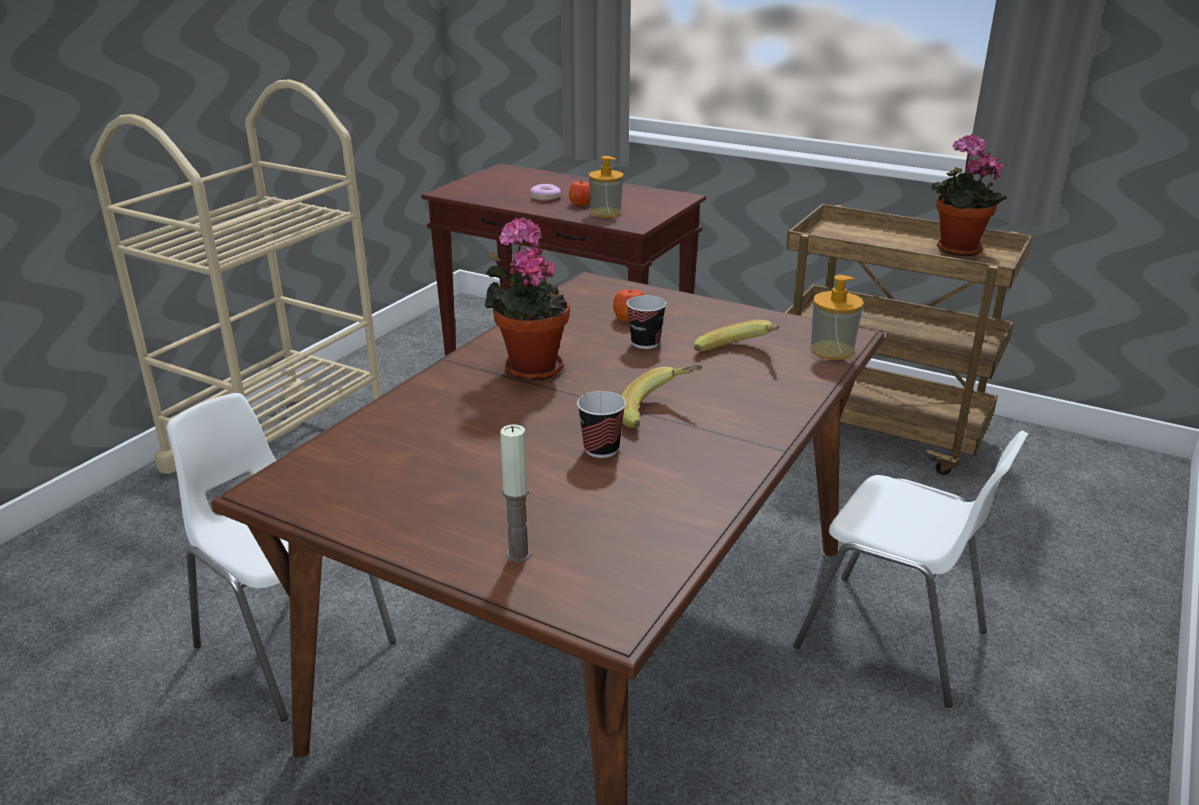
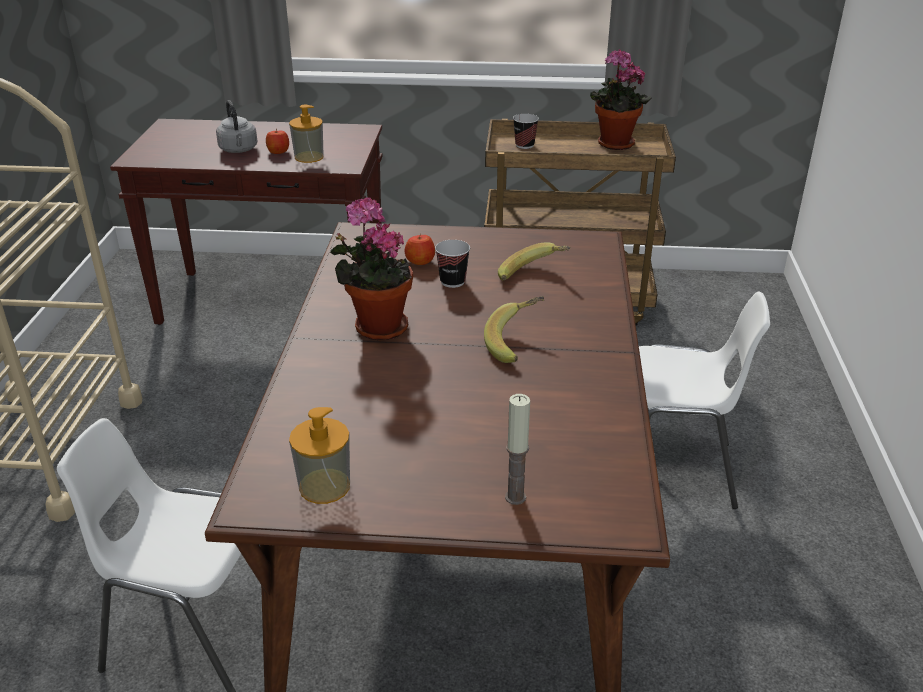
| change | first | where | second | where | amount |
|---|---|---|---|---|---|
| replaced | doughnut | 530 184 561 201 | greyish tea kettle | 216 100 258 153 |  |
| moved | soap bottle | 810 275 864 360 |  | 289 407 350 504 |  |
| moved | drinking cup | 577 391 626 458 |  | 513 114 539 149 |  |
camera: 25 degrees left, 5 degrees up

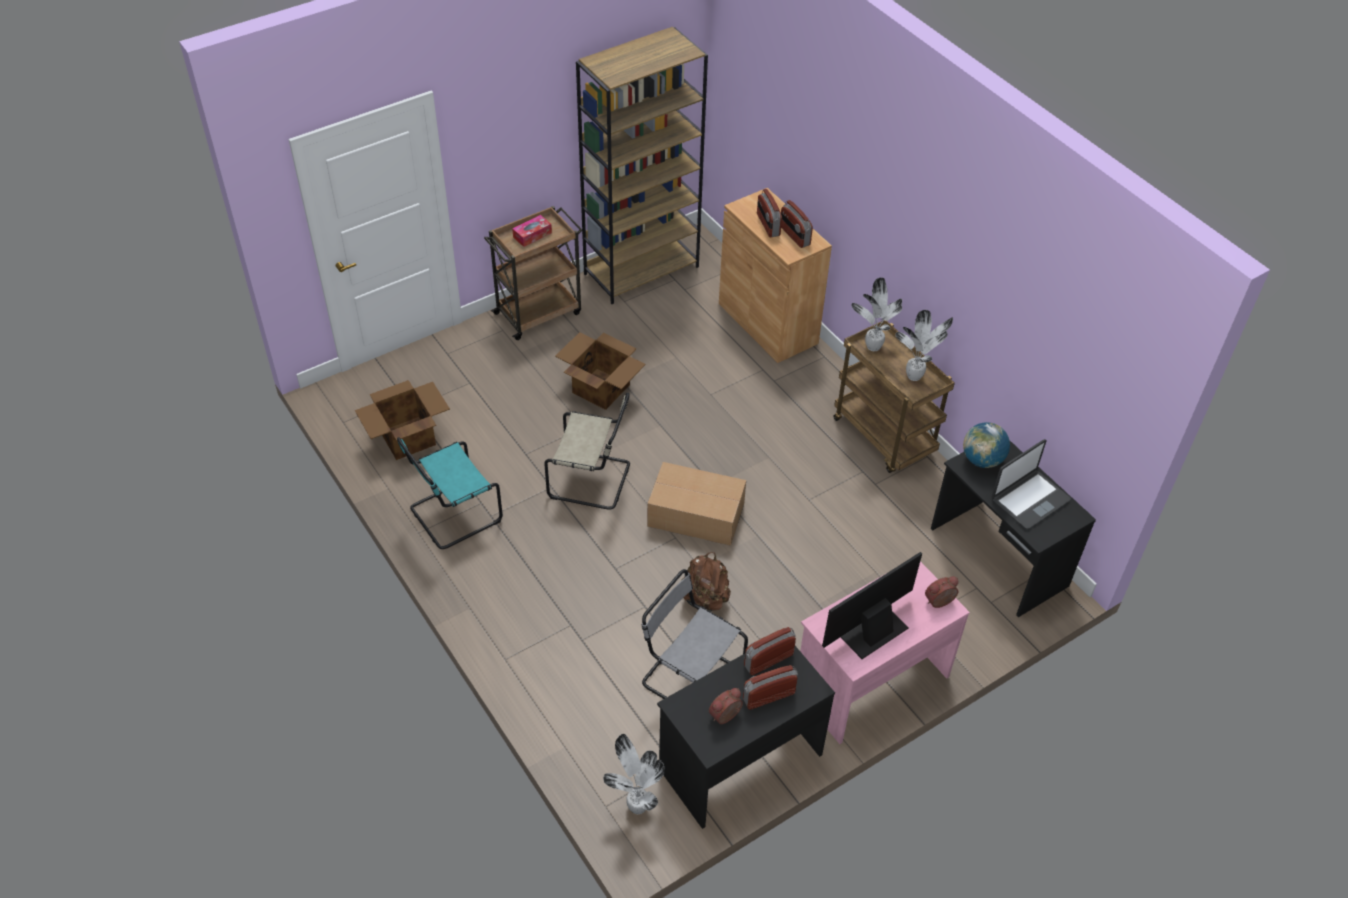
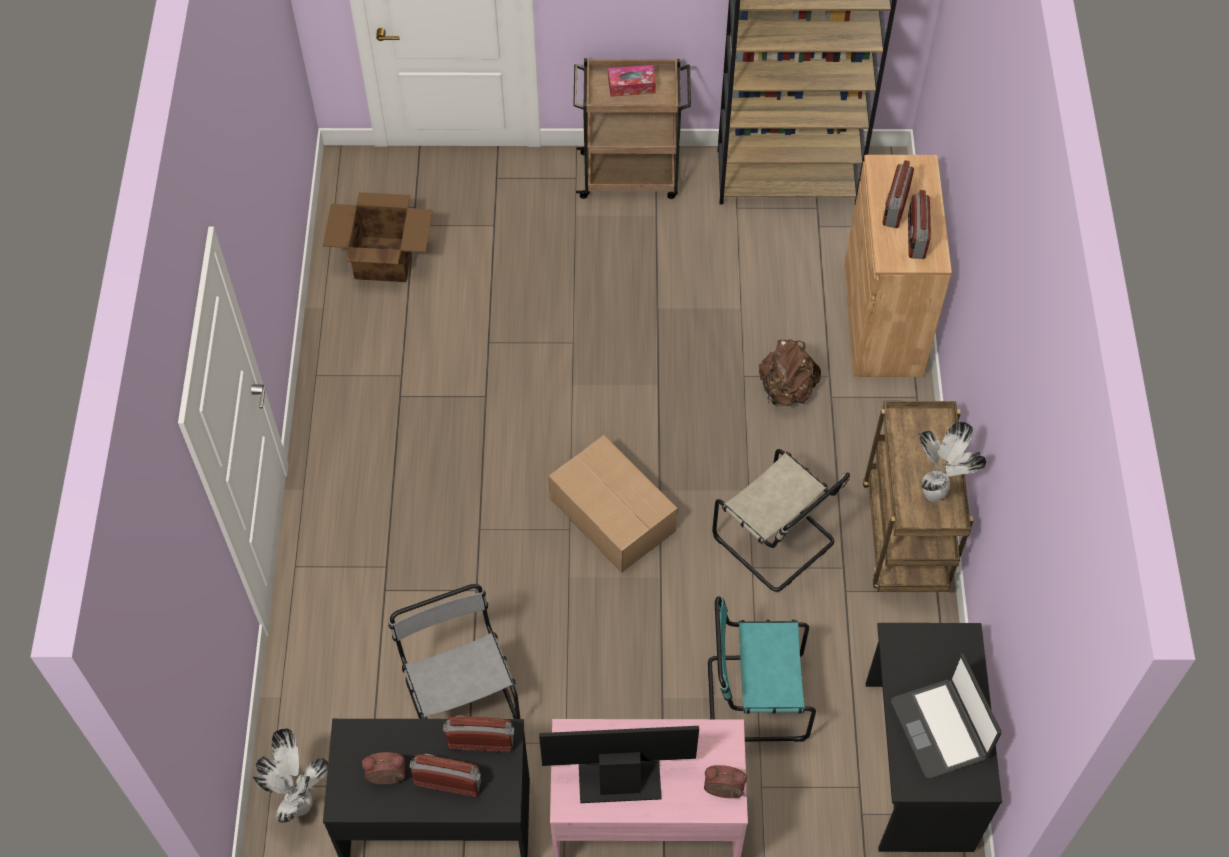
| change | first | where | second | where | amount |
|---|---|---|---|---|---|
| removed | potted plant | 851 277 902 351 |  |  |  |
| removed | carton | 555 332 645 410 |  |  |  |
| moved | sand-coloured chair | 544 393 630 510 |  | 712 449 850 592 |  |
| removed | globe | 963 422 1010 468 |  |  |  |
| moved | turquoise chair | 397 437 503 549 |  | 708 596 816 742 |  |
| turned | laptop | 992 439 1071 529 |  | 891 654 1001 778 | 75 degrees clockwise |
| moved | brownish knapsack | 681 552 731 612 |  | 759 339 821 406 |  |
camera: 35 degrees right, 10 degrees up

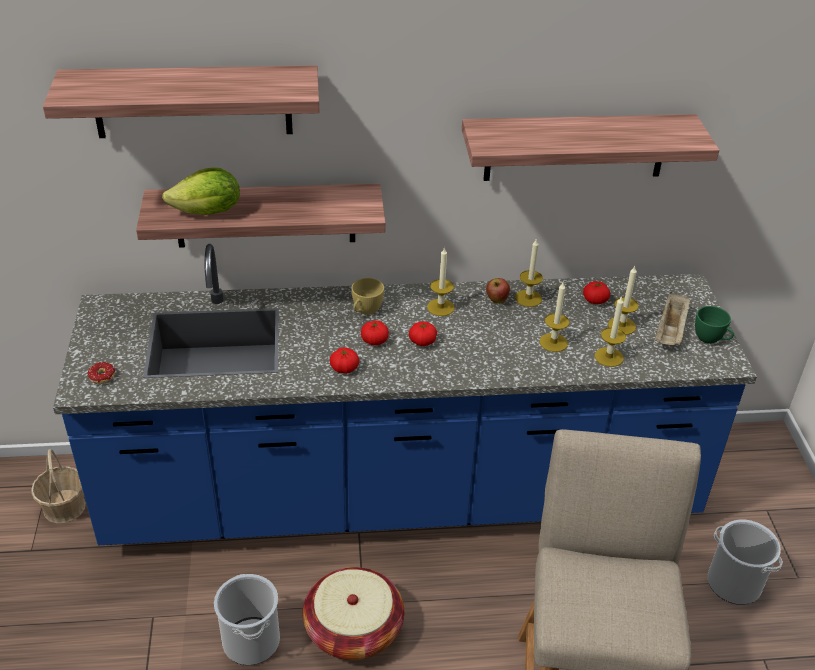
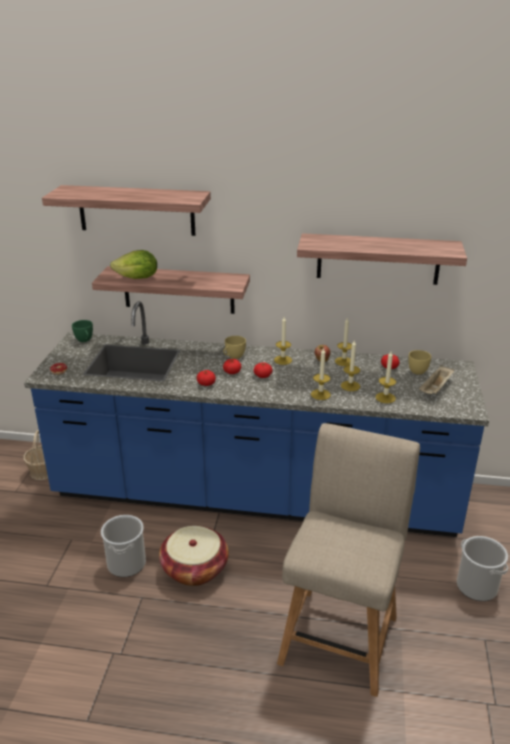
| change | first | where | second | where | amount |
|---|---|---|---|---|---|
| moved | wax candle | 608 265 639 335 |  | 311 347 331 400 |  |
| moved | greenish drinking cup | 695 306 734 344 |  | 72 320 93 342 |  |
| added |  |  | yellowish drinking cup | 408 350 431 375 |  |
camera: 15 degrees right, 10 degrees down

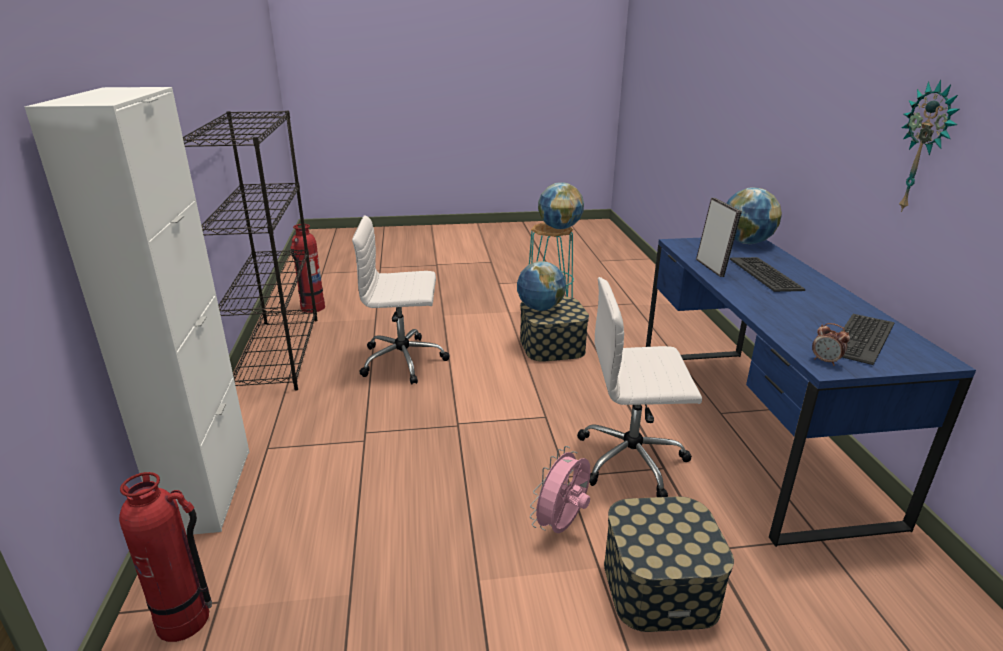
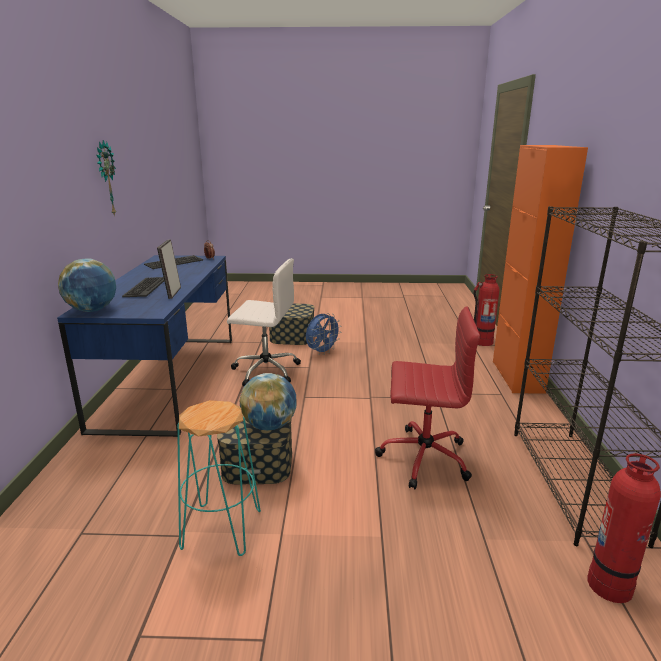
| change | first | where | second | where | amount |
|---|---|---|---|---|---|
| recoloured | white-coloured cabinet | 24 87 249 535 | orange-coloured cabinet | 493 145 588 394 |  |
| removed | globe | 538 182 584 229 |  |  |  |
| recoloured | white-coloured computer chair | 352 215 449 385 | reddish computer chair | 375 306 480 489 |  |
| recoloured | pink-coloured cooling fan | 530 446 591 533 | blue cooling fan | 306 313 341 355 |  |
camera: 170 degrees left, 5 degrees down

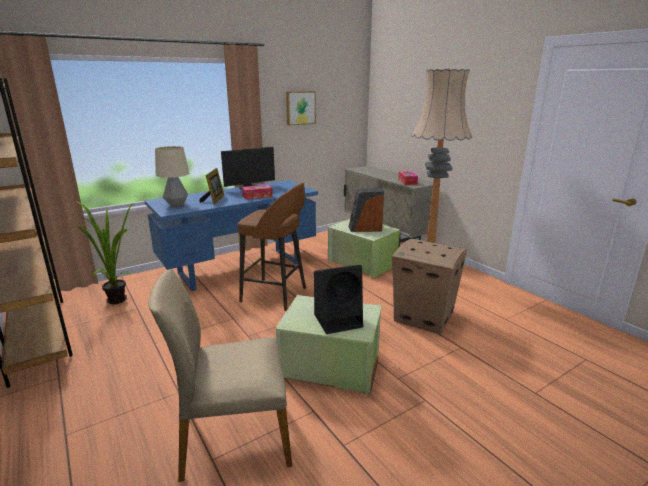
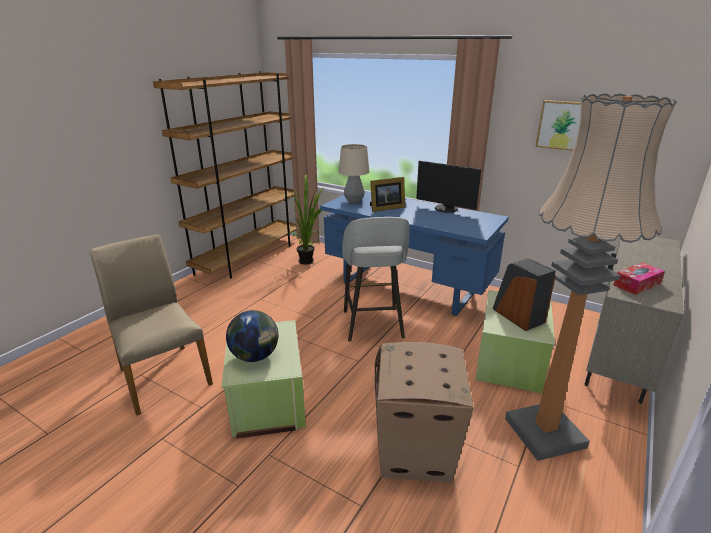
| change | first | where | second | where | amount |
|---|---|---|---|---|---|
| recoloured | brownish stool seat | 238 183 306 311 | greyish stool seat | 342 217 409 342 |  |
| removed | box of tissues | 242 185 273 200 |  |  |  |
| replaced | black-coloured loudspeaker | 314 265 363 334 | globe | 226 310 278 362 |  |
camera: 65 degrees right, 5 degrees up

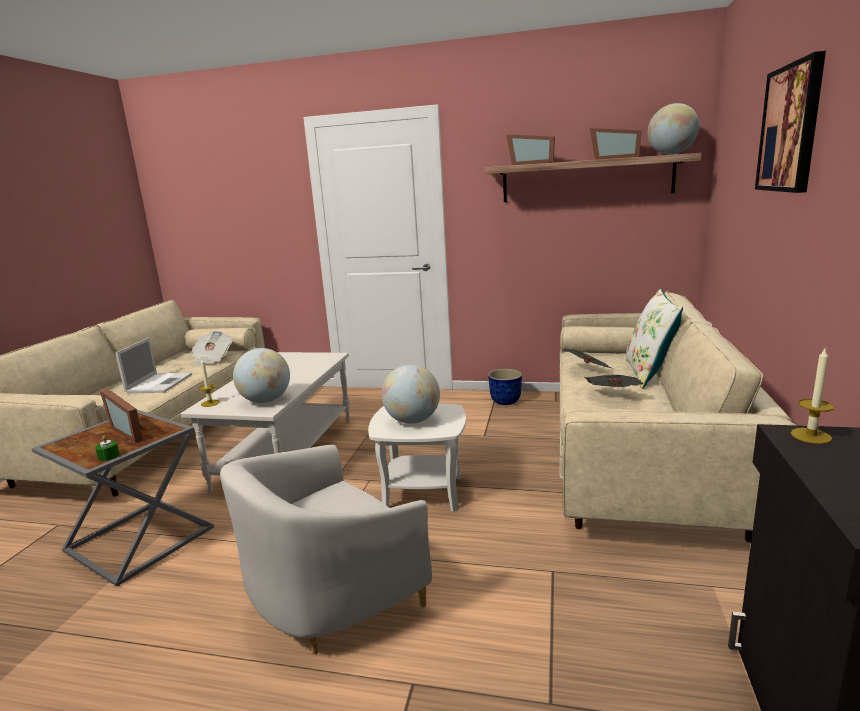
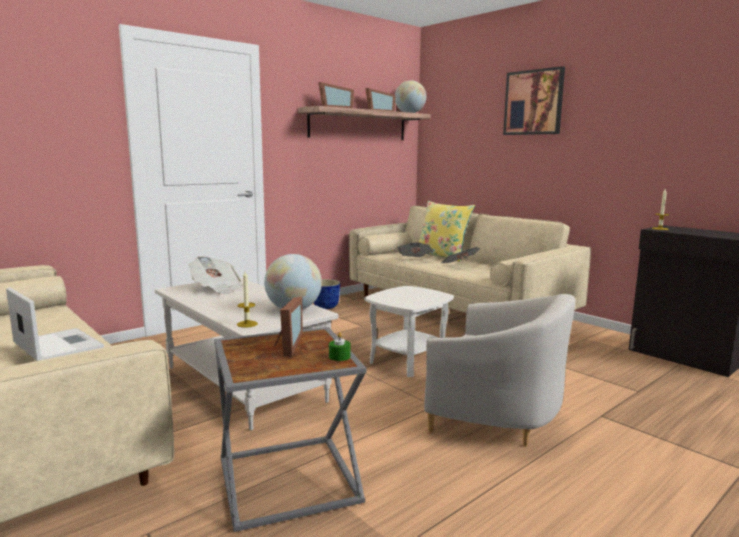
| change | first | where | second | where | amount |
|---|---|---|---|---|---|
| recoloured | white-coloured cushion | 626 289 683 389 | yellowish cushion | 418 201 475 262 |  |
| moved | newspaper | 192 331 232 366 |  | 188 256 243 295 |  |
| removed | globe | 381 365 440 424 |  |  |  |
| turned | picture frame | 99 387 145 443 |  | 273 297 303 357 | 75 degrees counterclockwise |
| turned | white-coloured lounge chair | 220 445 432 654 |  | 424 294 575 447 | 60 degrees counterclockwise |
camera: 55 degrees left, 5 degrees down

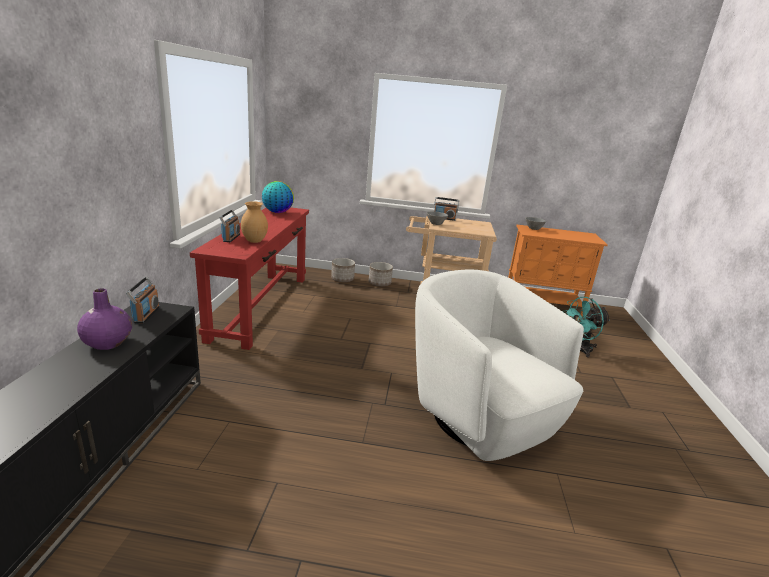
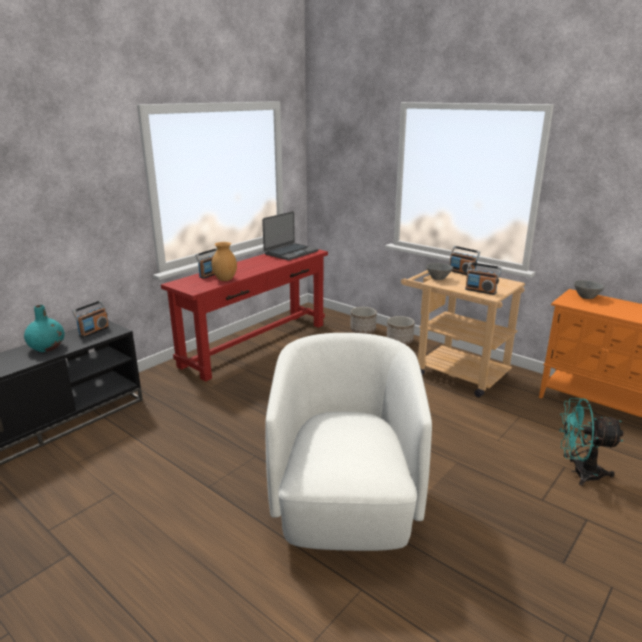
| change | first | where | second | where | amount |
|---|---|---|---|---|---|
| replaced | globe | 262 181 294 213 | laptop | 262 211 318 260 |  |
| recoloured | purple flower vase | 77 288 132 350 | turquoise flower vase | 24 305 65 352 |  |
| added |  |  | radio set | 465 262 501 295 |  |
camera: 35 degrees right, 0 degrees up

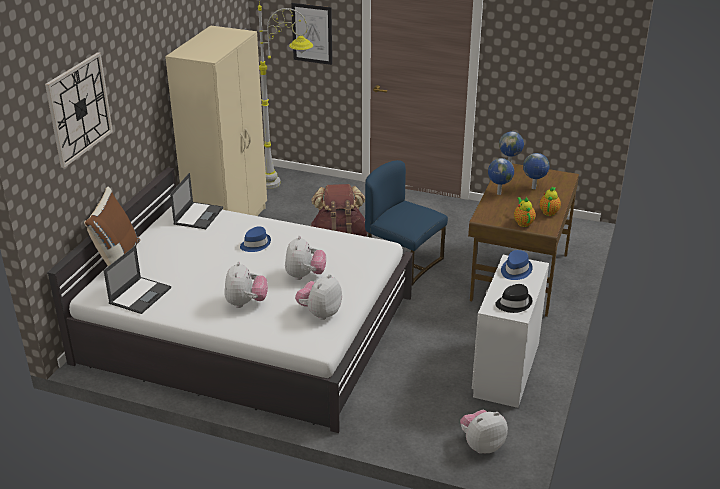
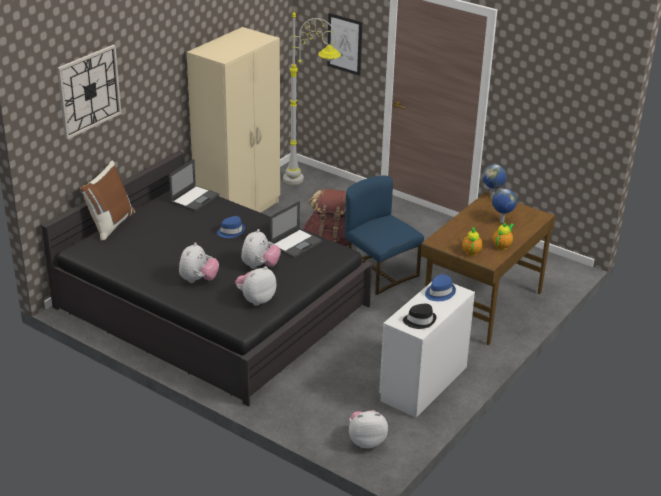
| change | first | where | second | where | amount |
|---|---|---|---|---|---|
| removed | globe | 488 158 514 195 |  |  |  |
| recoloured | white-coloured sleeping bed | 47 167 413 433 | black-coloured sleeping bed | 41 151 372 407 |  |
| moved | laptop | 104 245 171 314 |  | 270 201 323 258 |  |
camera: 15 degrees right, 0 degrees up

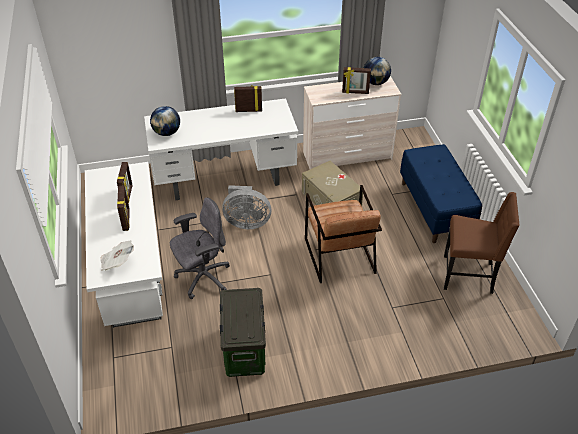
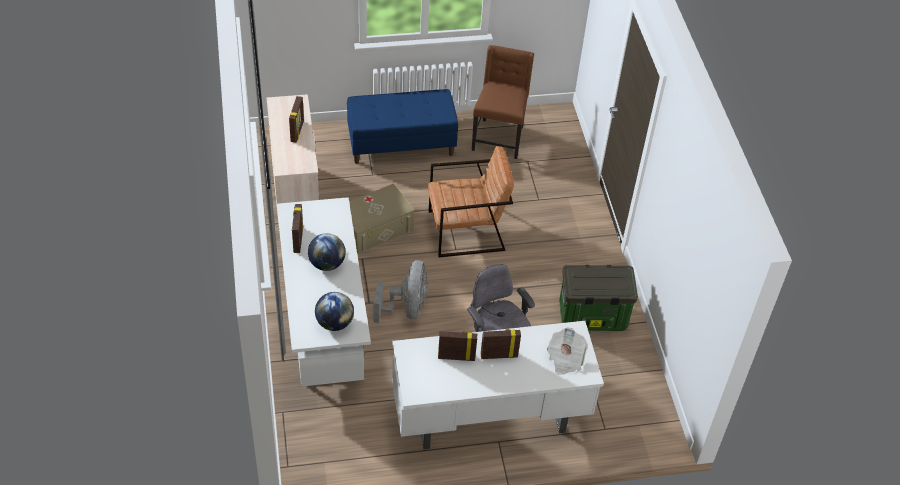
| change | first | where | second | where | amount |
|---|---|---|---|---|---|
| moved | globe | 363 57 391 85 |  | 308 233 346 271 |  |
camera: 90 degrees left, 5 degrees up

